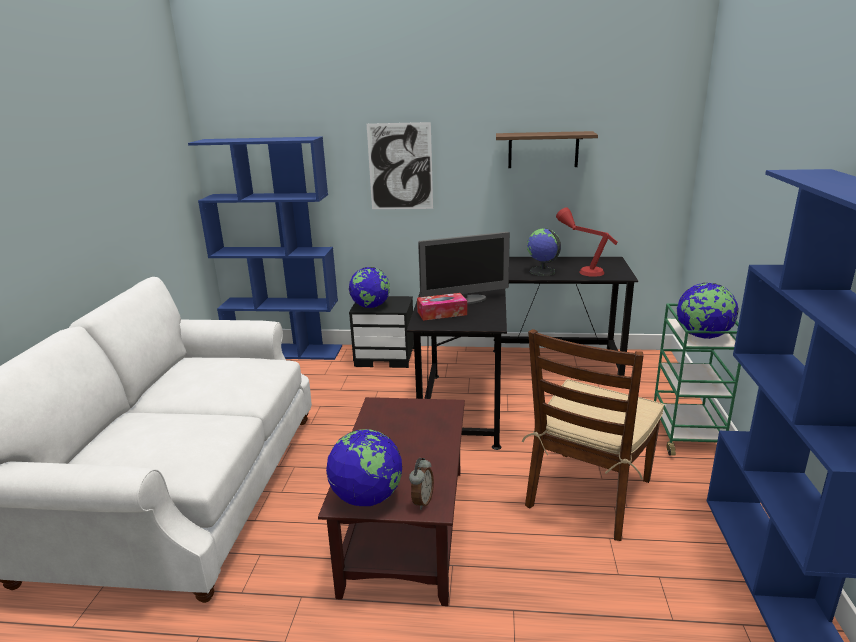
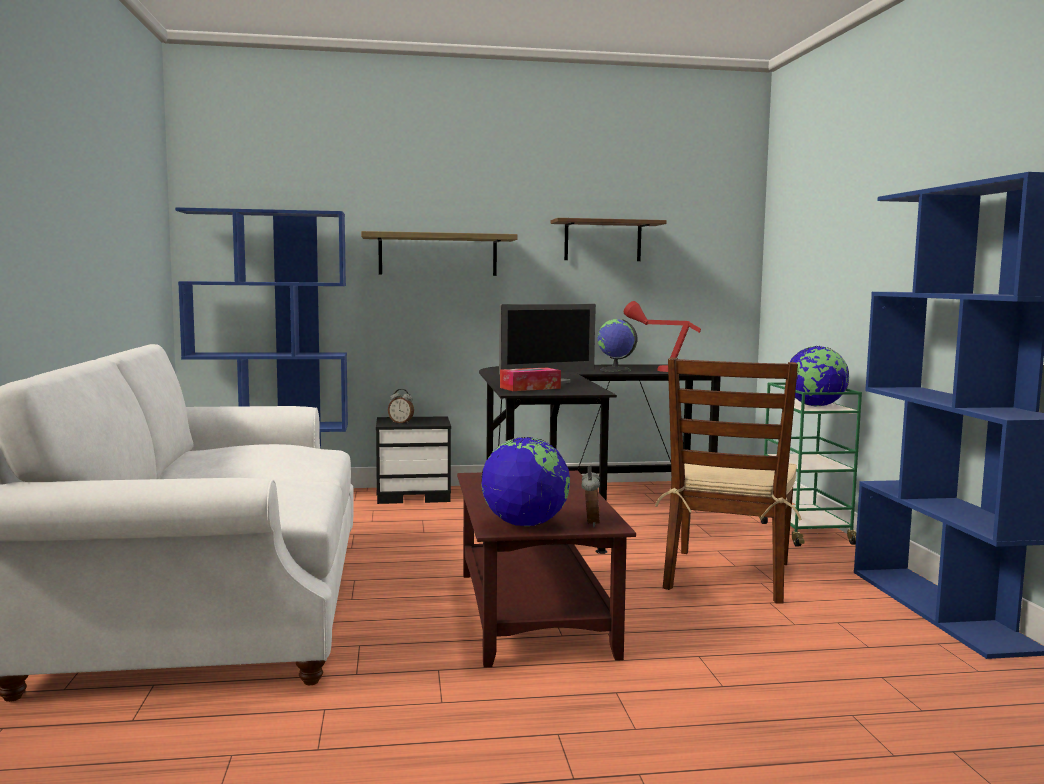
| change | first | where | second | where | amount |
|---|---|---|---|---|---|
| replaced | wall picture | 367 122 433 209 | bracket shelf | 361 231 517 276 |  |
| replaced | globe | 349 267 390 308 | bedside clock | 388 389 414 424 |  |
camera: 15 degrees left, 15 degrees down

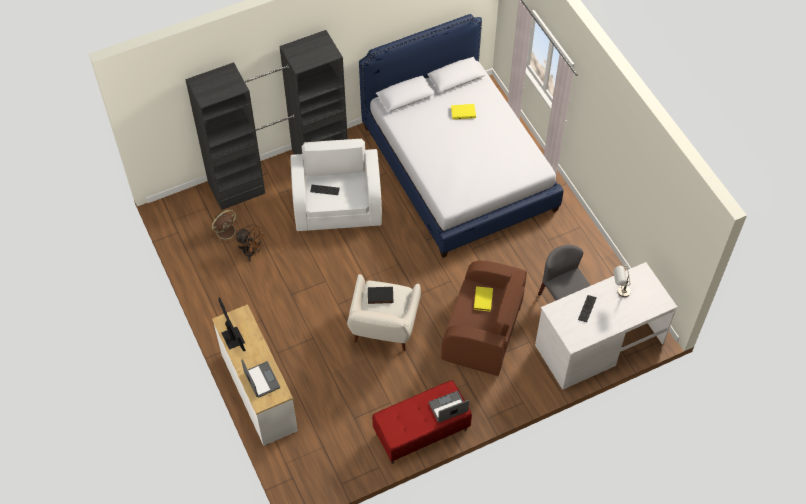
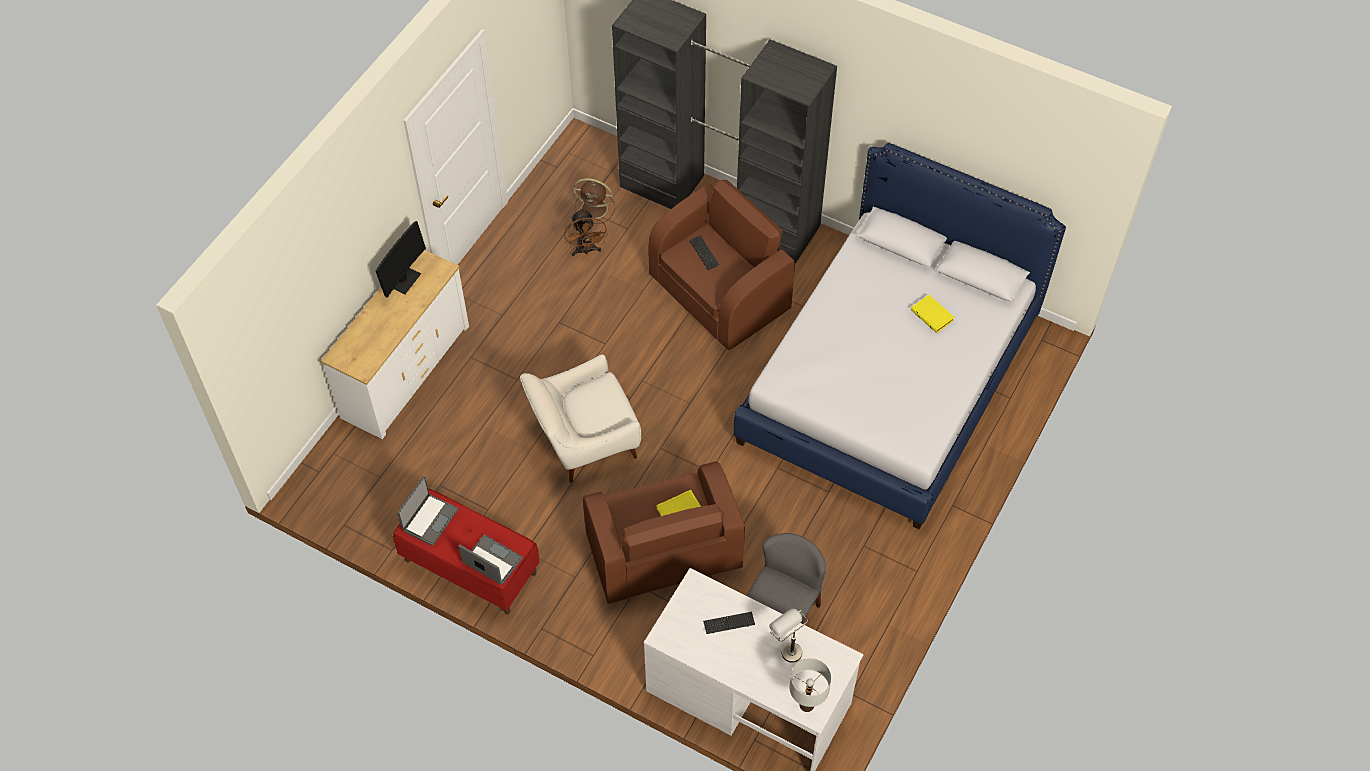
| change | first | where | second | where | amount |
|---|---|---|---|---|---|
| recoloured | white-coloured lounge chair | 290 139 382 231 | brownish lounge chair | 648 180 795 350 |  |
| removed | black-coloured book | 368 287 393 304 |  |  |  |
| moved | laptop | 241 359 280 398 |  | 397 476 458 546 |  |
| added |  |  | white-coloured lamp for a table | 790 658 831 712 |  |
camera: 55 degrees right, 0 degrees up

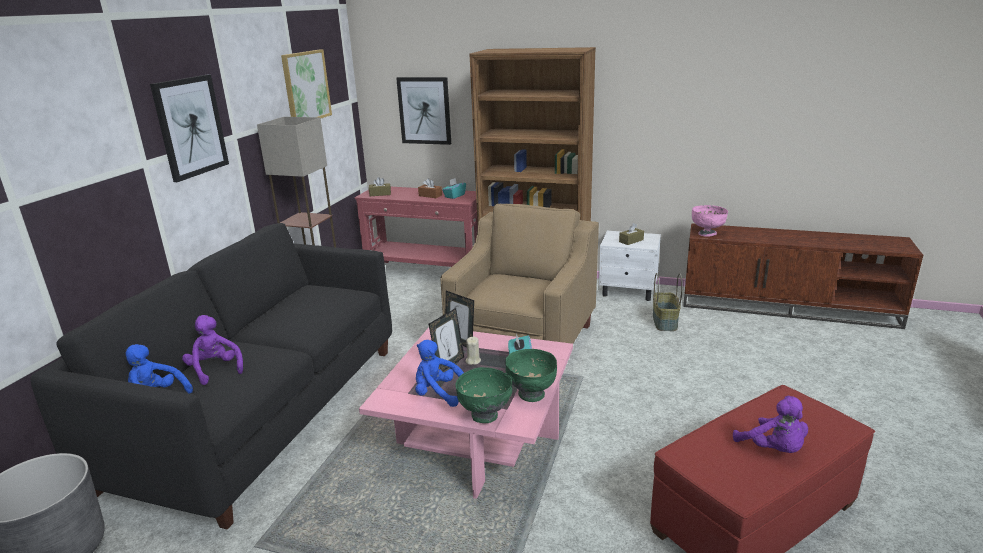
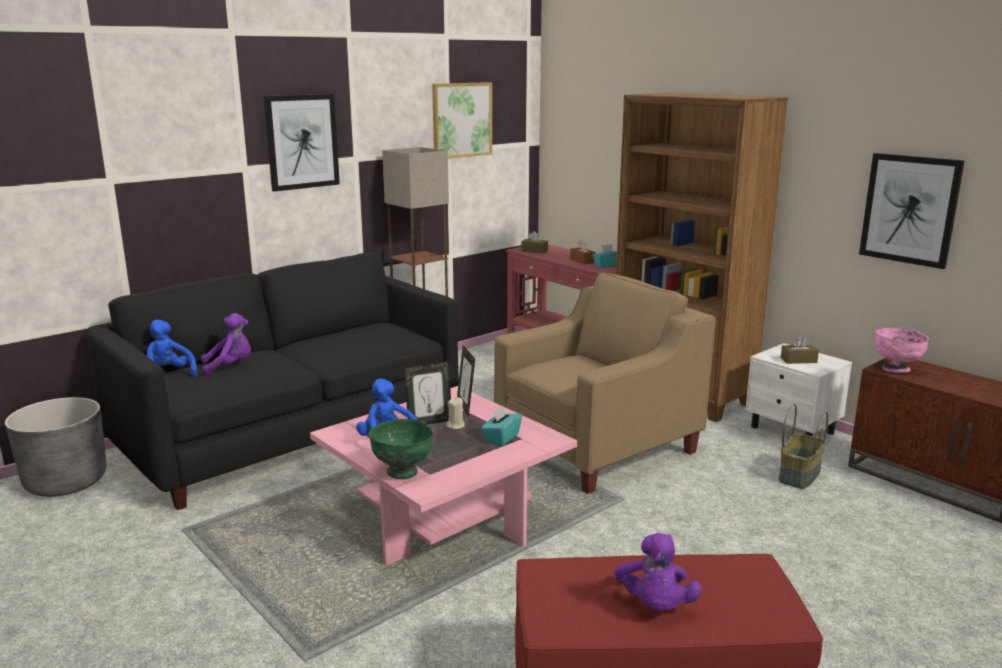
| change | first | where | second | where | amount |
|---|---|---|---|---|---|
| moved | wall picture | 396 77 451 145 |  | 859 153 964 269 |  |
| turned | purple soft toy | 182 315 243 385 |  | 201 313 251 376 | 75 degrees clockwise |
| removed | greenish deep dish | 505 349 557 402 |  |  |  |
camera: 30 degrees right, 5 degrees down

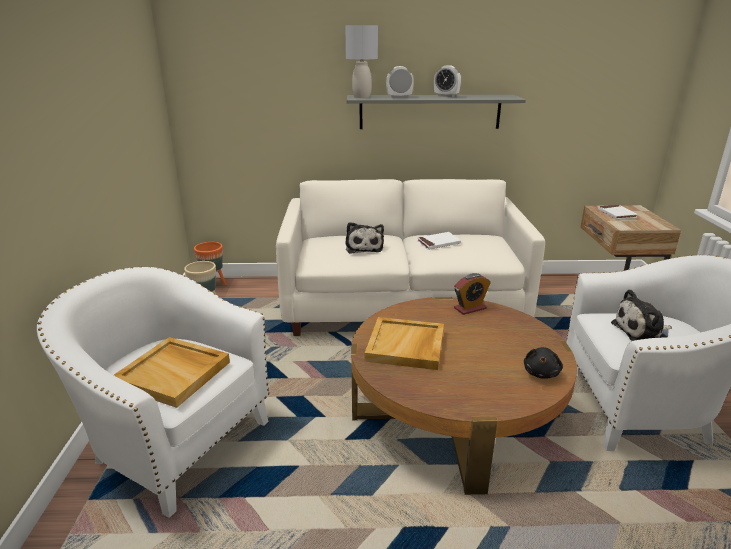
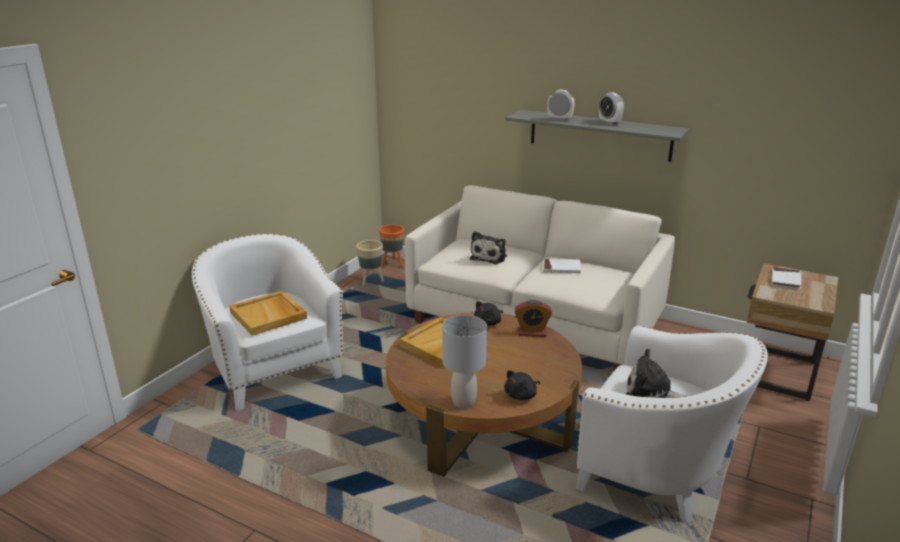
| change | first | where | second | where | amount |
|---|---|---|---|---|---|
| moved | greyish lamp for a table | 345 25 378 98 |  | 442 315 487 409 |  |
| added |  |  | black-coloured soft toy | 474 301 503 325 |  |
camera: 30 degrees right, 0 degrees up

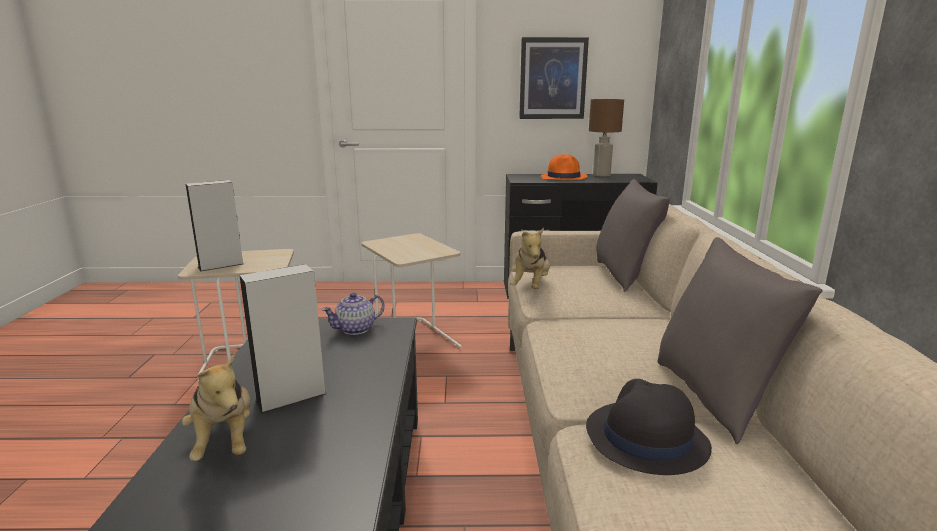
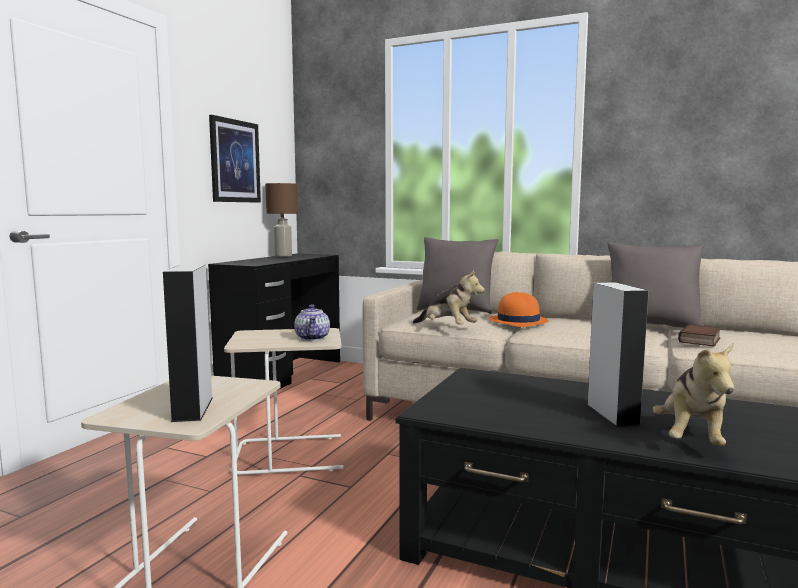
| change | first | where | second | where | amount |
|---|---|---|---|---|---|
| moved | orange-coloured clothing hat | 541 154 587 180 |  | 489 292 549 327 |  |
| moved | pot for tea | 322 293 385 335 |  | 294 304 330 341 |  |
| turned | soft toy | 182 353 250 461 |  | 653 343 734 446 | 105 degrees clockwise |
| replaced | black-coloured clothing hat | 586 379 712 475 | book | 678 324 721 347 |  |
camera: 65 degrees left, 10 degrees down

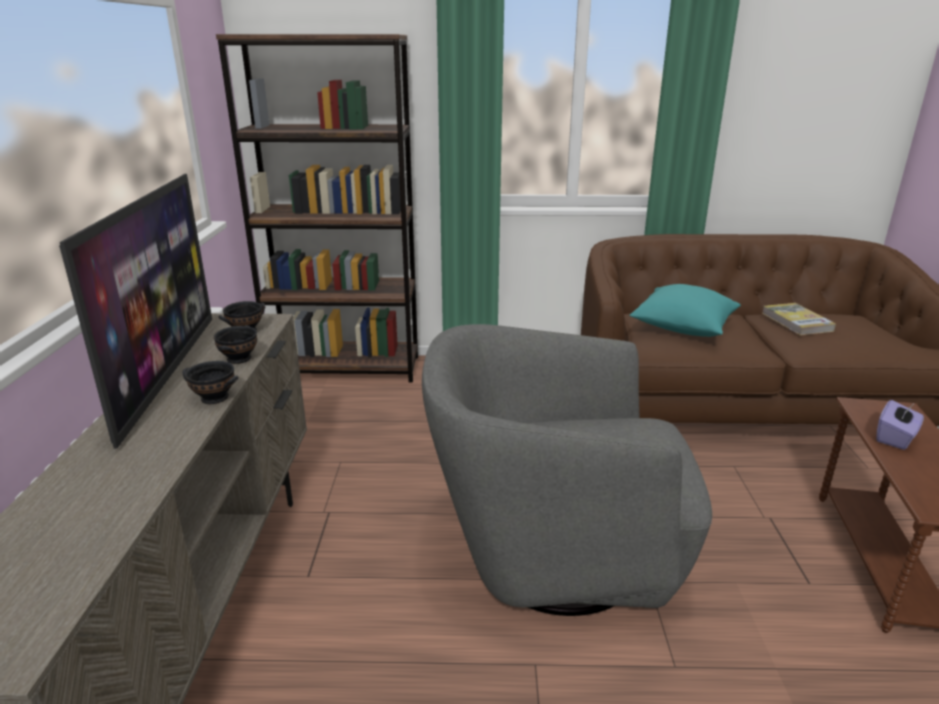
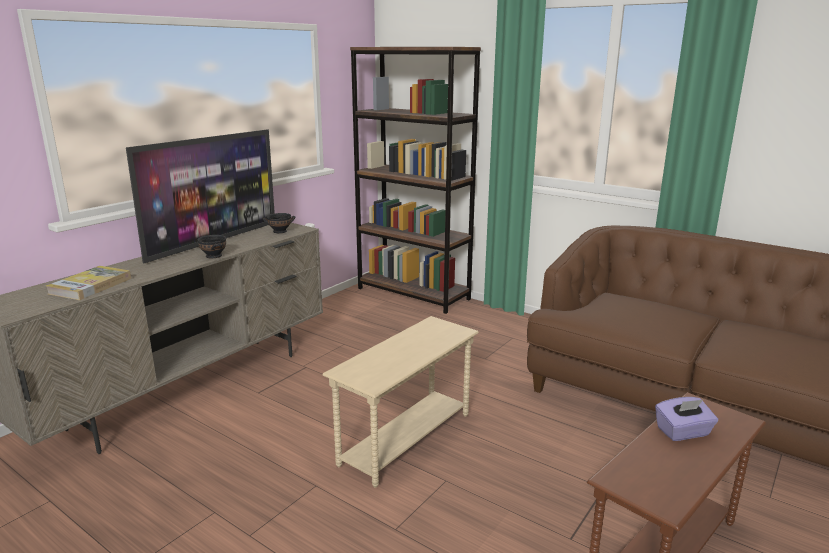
| change | first | where | second | where | amount |
|---|---|---|---|---|---|
| removed | turquoise cushion | 629 284 741 337 |  |  |  |
| moved | book | 762 303 836 335 |  | 46 266 131 300 |  |
| replaced | greyish lounge chair | 422 324 712 616 | sand-coloured accent table | 323 316 479 488 |  |
| removed | black-coloured deep dish | 213 325 257 364 |  |  |  |
camera: 35 degrees right, 5 degrees down

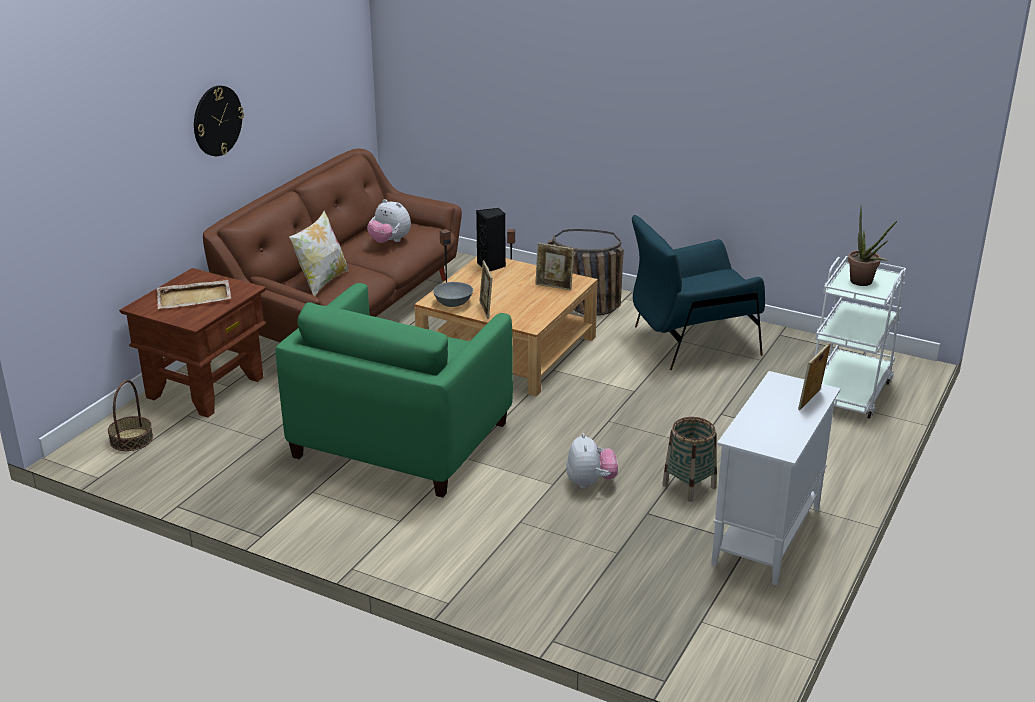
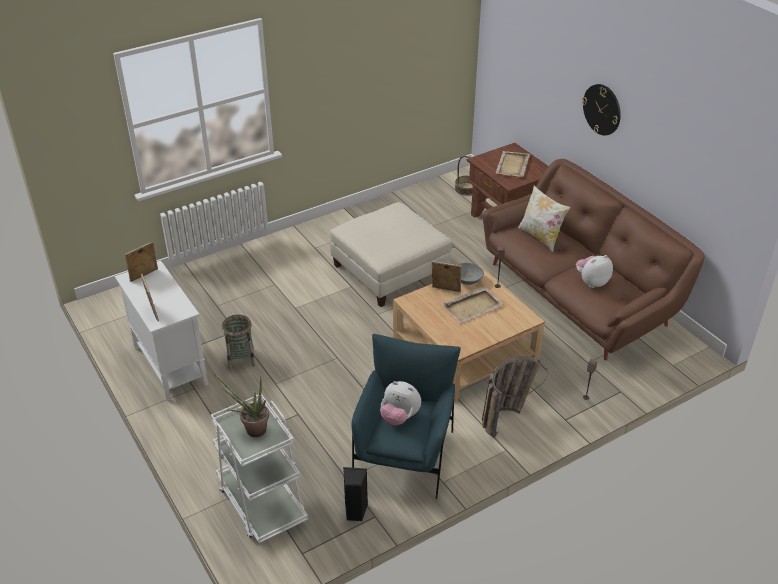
| change | first | where | second | where | amount |
|---|---|---|---|---|---|
| moved | black-coloured loudspeaker | 476 208 506 271 |  | 343 467 368 521 |  |
| moved | picture frame | 535 243 574 290 |  | 125 241 158 282 |  |
| replaced | greenish lounge chair | 275 283 513 498 | sand-coloured pouffe | 330 202 452 307 |  |
| moved | soft toy | 566 433 618 489 |  | 380 381 421 425 |  |
| added |  |  | sand-coloured serving tray | 442 287 503 323 |  |
camera: 120 degrees right, 10 degrees up

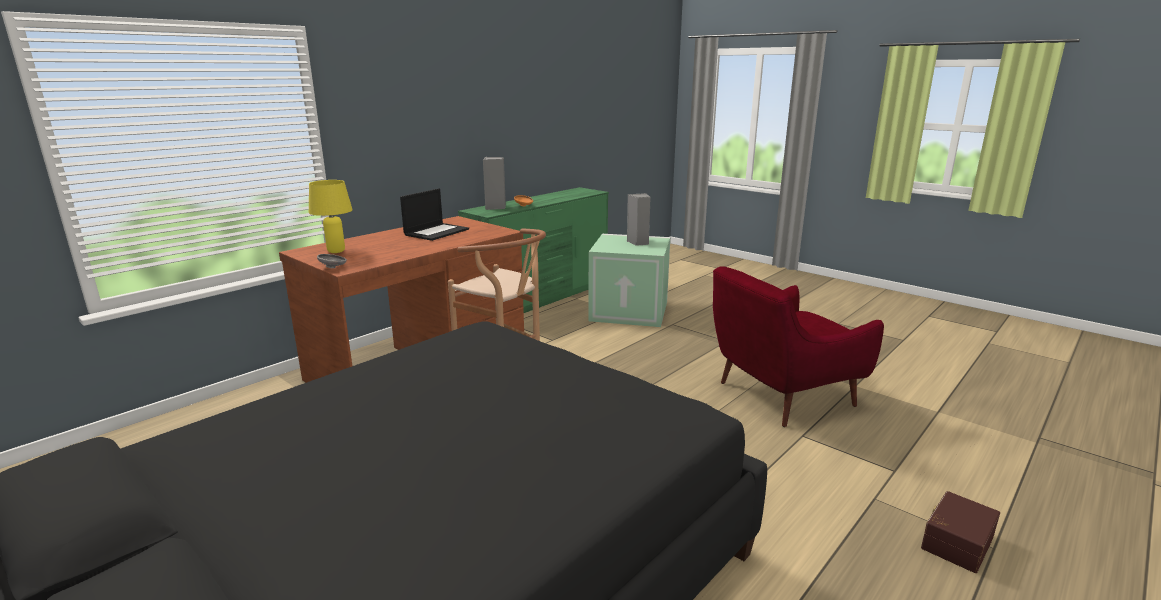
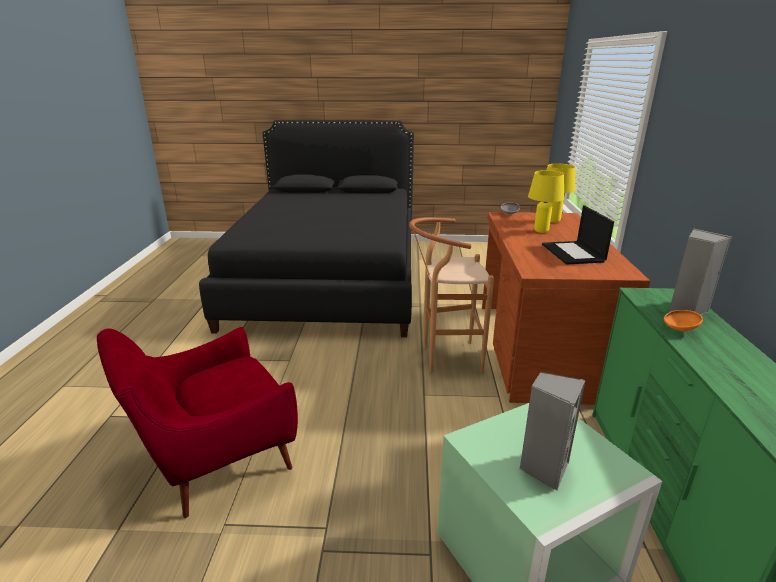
| change | first | where | second | where | amount |
|---|---|---|---|---|---|
| turned | reddish lounge chair | 713 266 884 427 |  | 97 327 298 518 | 150 degrees counterclockwise |
| removed | brownish storage bin | 921 491 1000 573 |  |  |  |
| added |  |  | yellowish lamp for a table | 528 170 564 233 |  |
camera: 140 degrees right, 5 degrees up

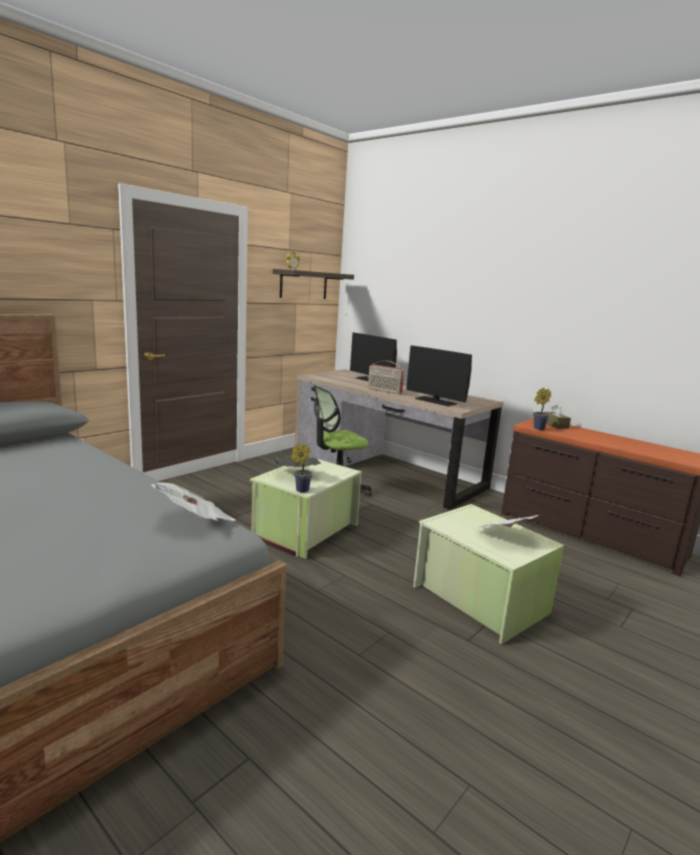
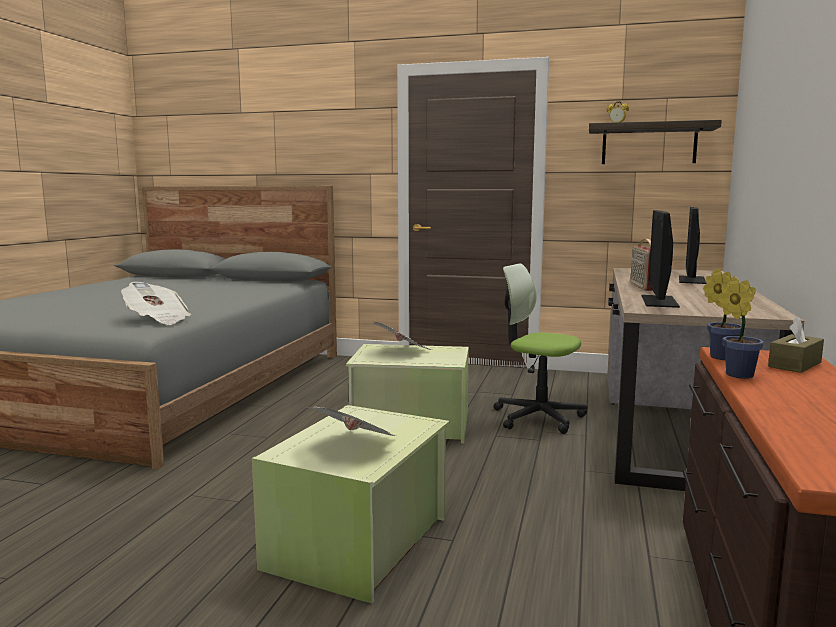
| change | first | where | second | where | amount |
|---|---|---|---|---|---|
| moved | potted plant | 291 443 313 492 |  | 718 276 764 379 |  |
camera: 65 degrees right, 5 degrees down

